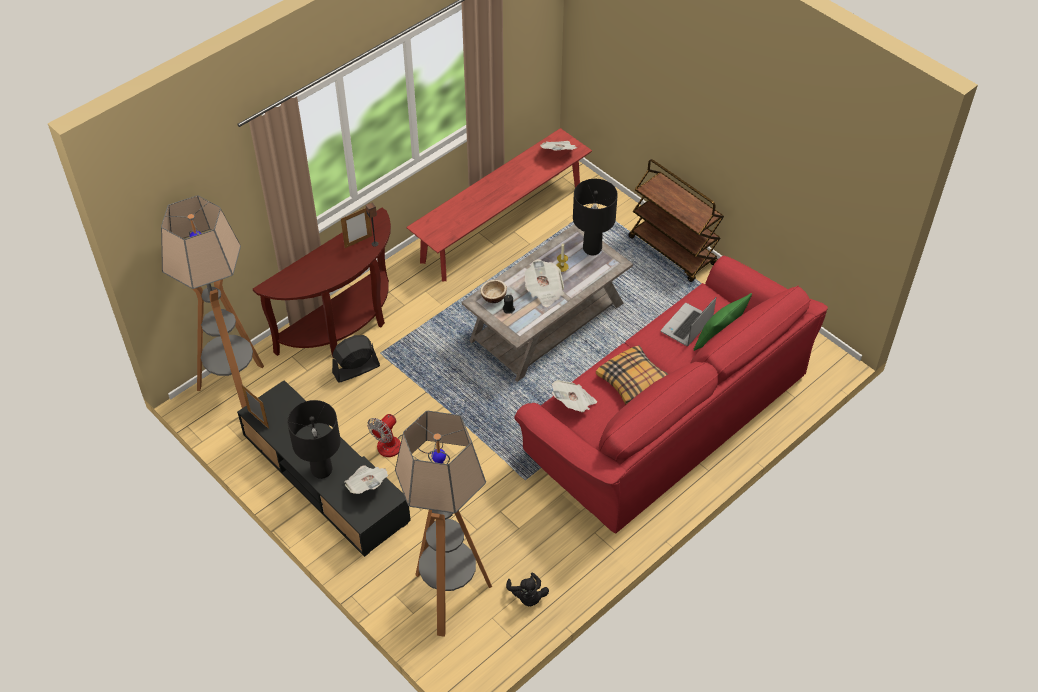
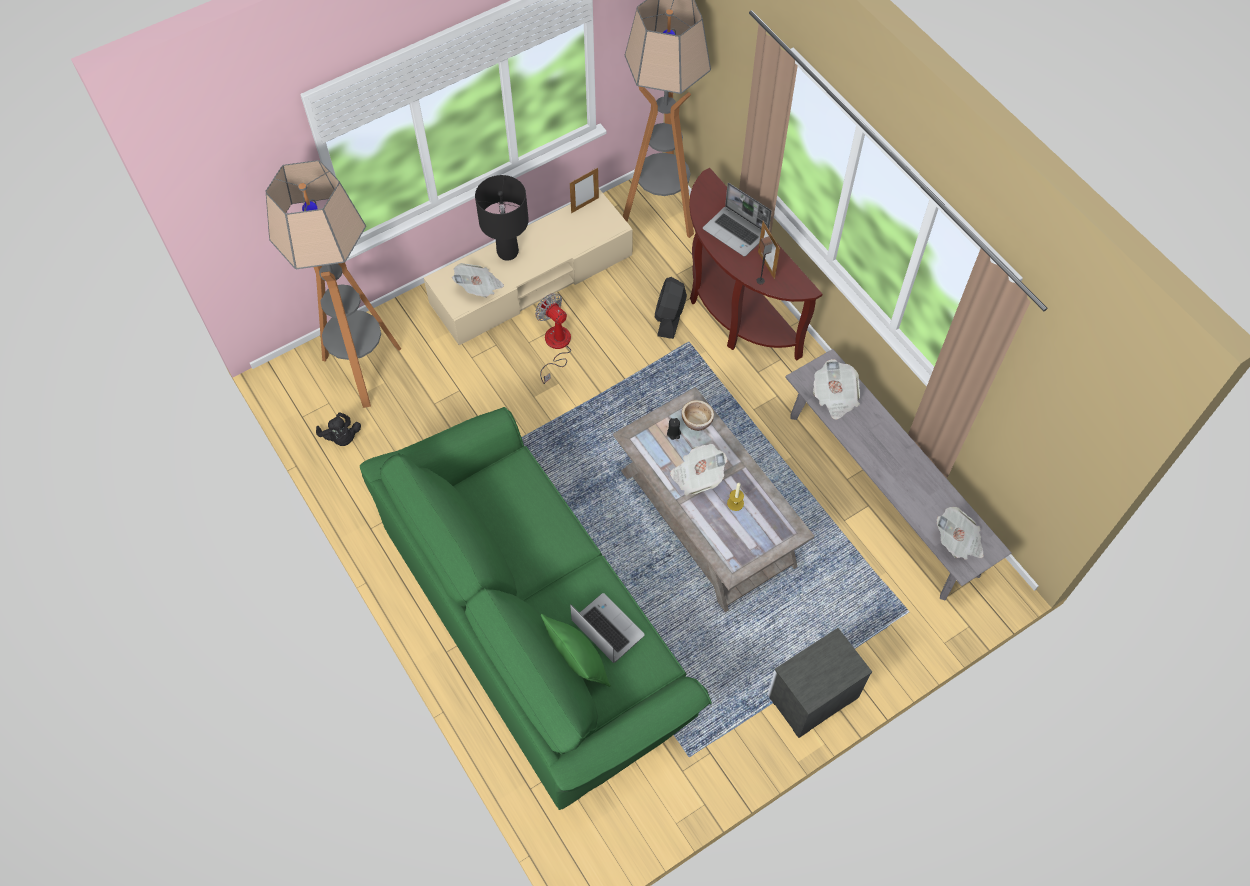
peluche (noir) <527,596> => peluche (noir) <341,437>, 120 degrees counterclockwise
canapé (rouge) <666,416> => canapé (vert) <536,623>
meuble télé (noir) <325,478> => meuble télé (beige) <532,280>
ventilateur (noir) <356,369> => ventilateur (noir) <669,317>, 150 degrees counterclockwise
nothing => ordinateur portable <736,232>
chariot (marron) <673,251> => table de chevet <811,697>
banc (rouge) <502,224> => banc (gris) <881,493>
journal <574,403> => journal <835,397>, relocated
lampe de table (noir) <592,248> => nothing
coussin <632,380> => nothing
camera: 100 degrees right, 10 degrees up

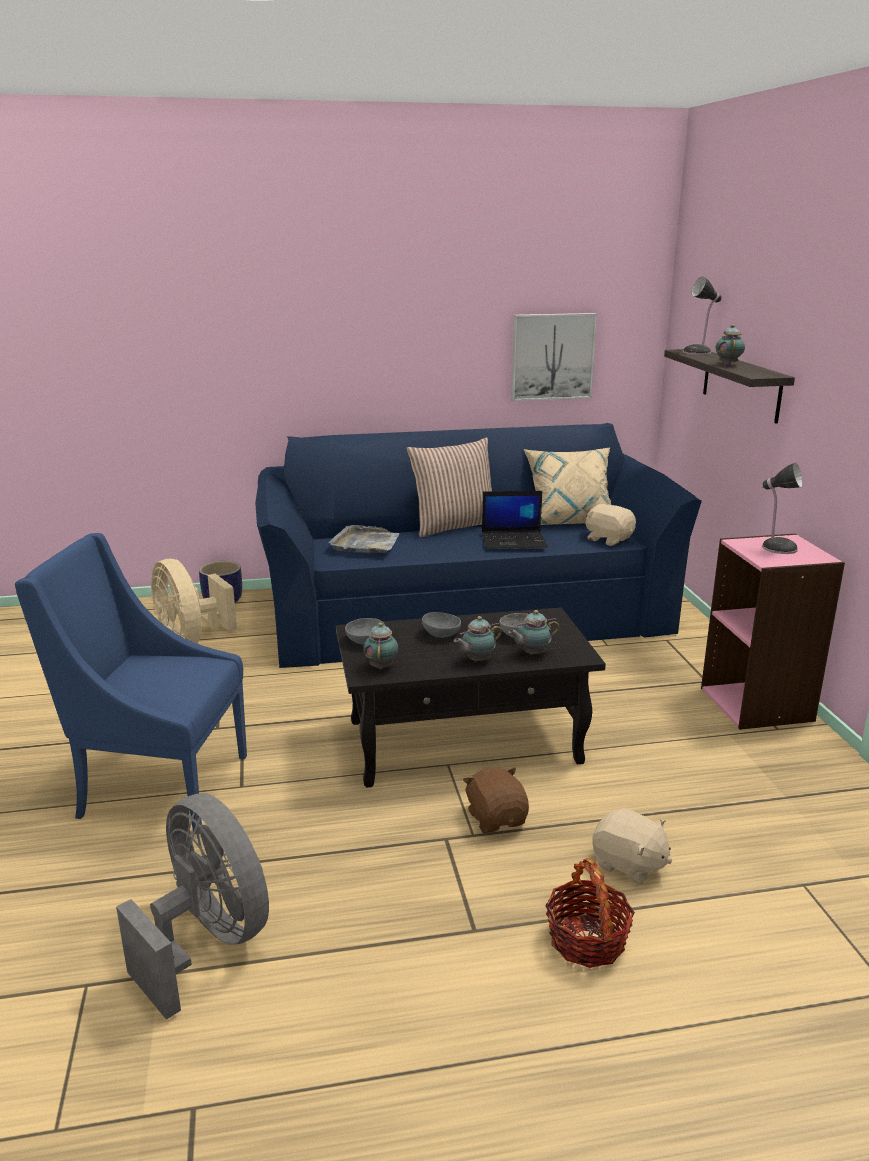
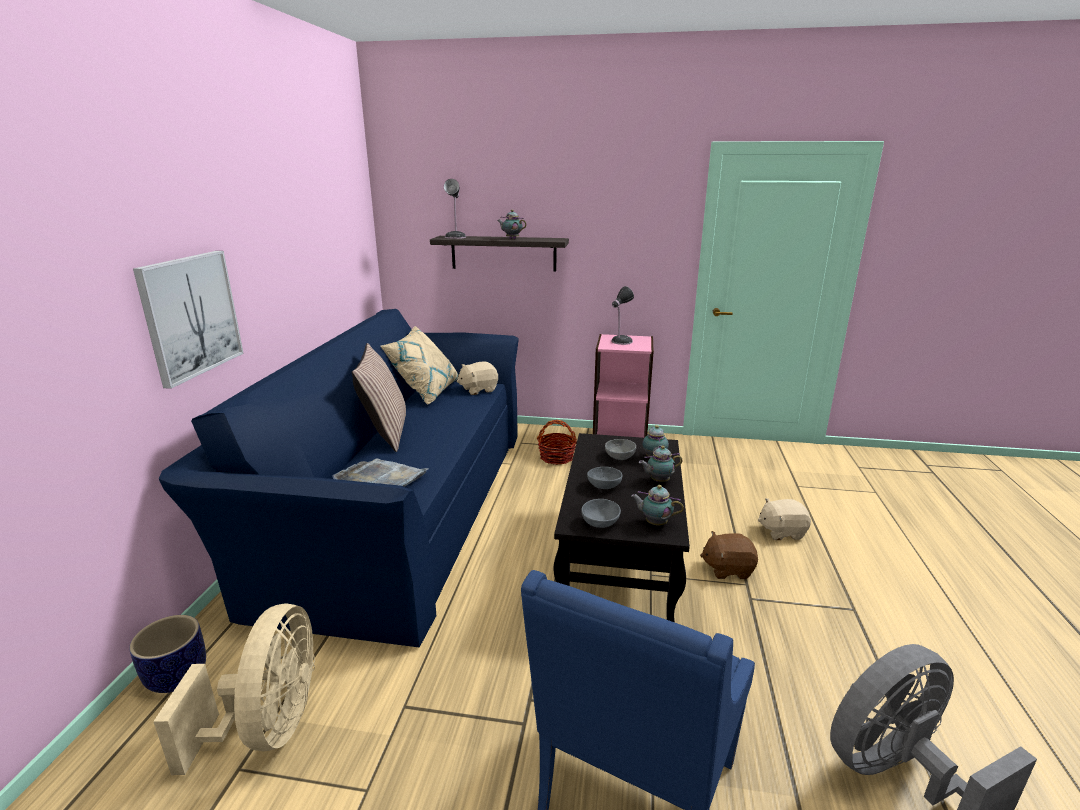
tableau <552,356> => tableau <191,316>, relocated
ventilateur (beige) <191,641> => ventilateur (beige) <269,727>, 75 degrees counterclockwise
panier <587,940> => panier <556,457>, relocated
théière <476,660> => théière <658,481>, 90 degrees clockwise
peluche (beige) <628,865> => peluche (beige) <781,531>, 150 degrees counterclockwise
ordinateur portable <514,540> => nothing
camera: 70 degrees left, 0 degrees up

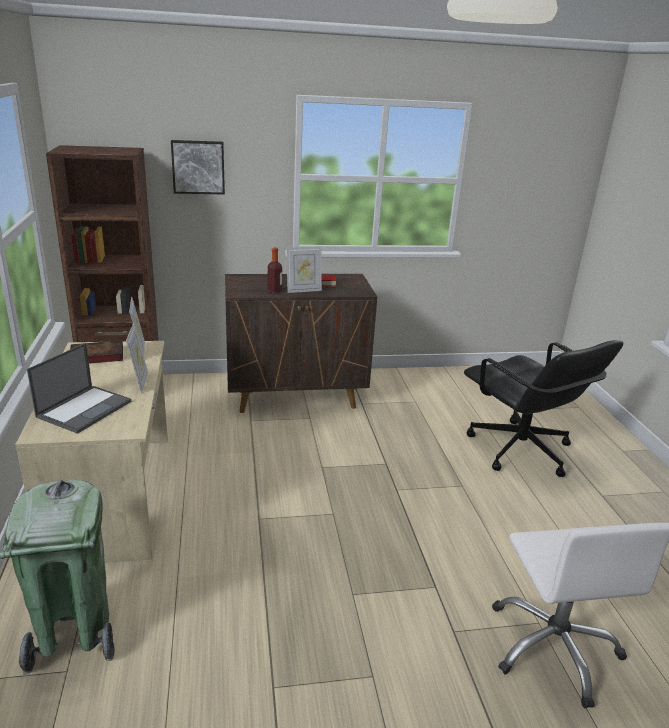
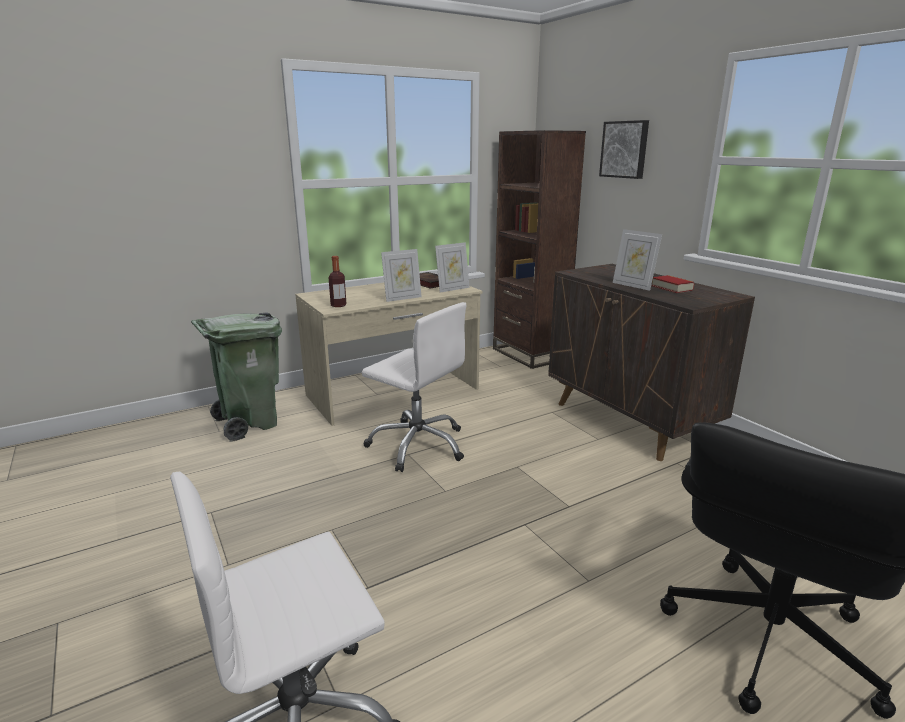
bouteille <274,291> => bouteille <338,305>, relocated
nothing => chaise de bureau (blanc) <418,445>
ordinateur portable <85,408> => nothing
camera: 70 degrees right, 5 degrees down

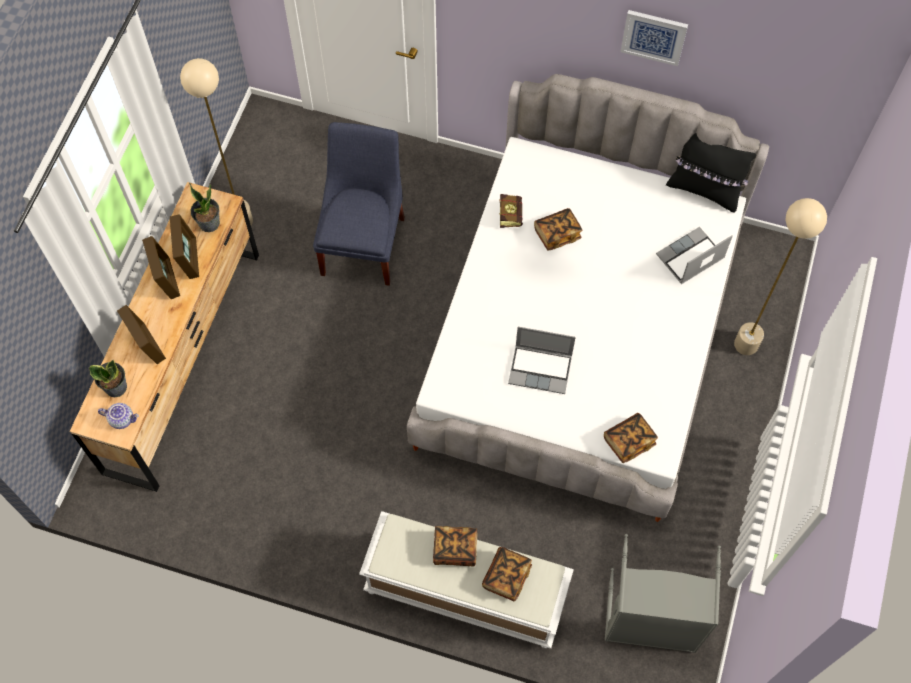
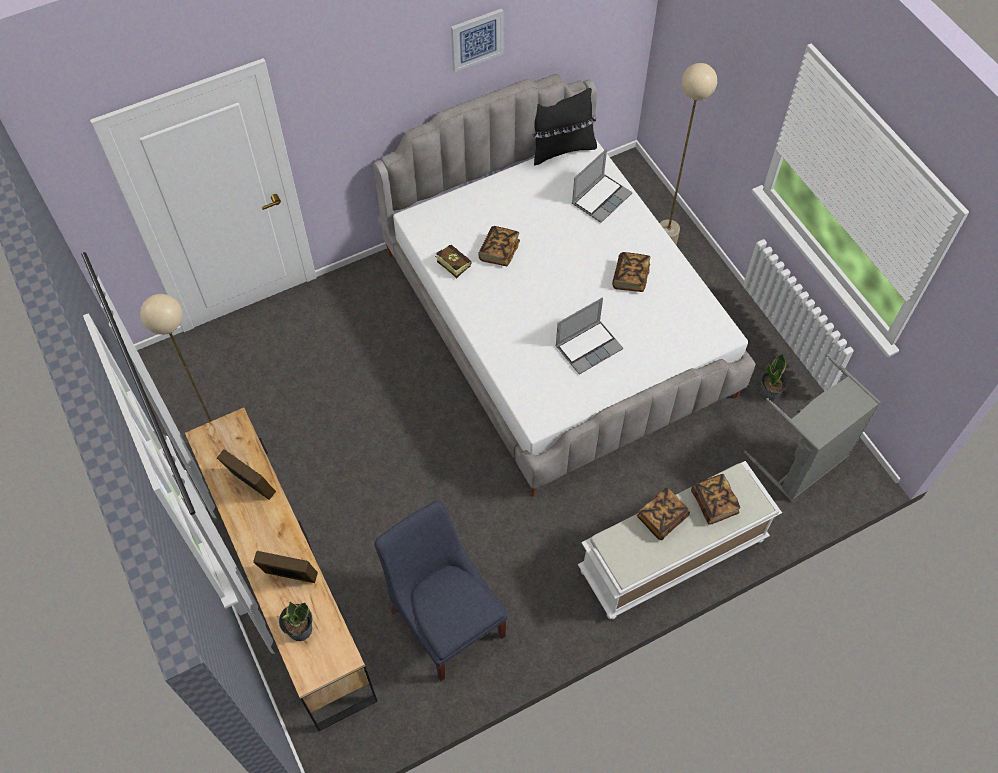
chaise (bleu) <364,241> => chaise (bleu) <445,618>, relocated
ordinateur portable <690,258> => ordinateur portable <601,198>, 150 degrees counterclockwise
livre <629,441> => livre <630,278>, relocated
plante en pot <209,223> => plante en pot <769,393>, relocated
théière <122,419> => nothing
cadre photo <166,279> => nothing
camera: 45 degrees left, 5 degrees down

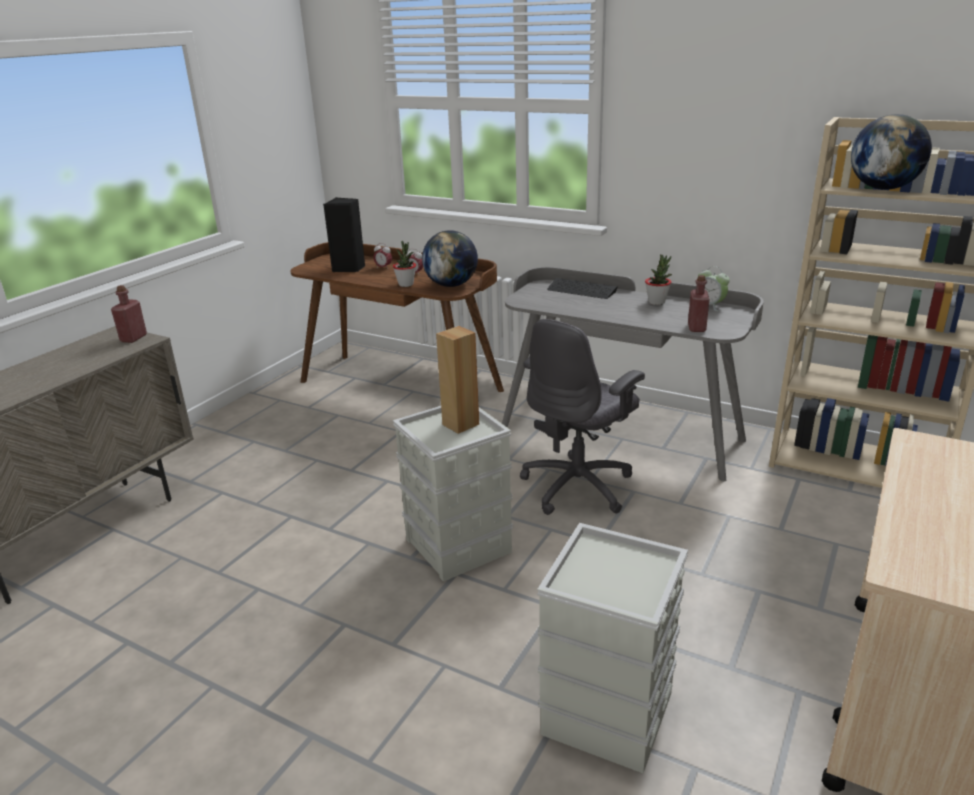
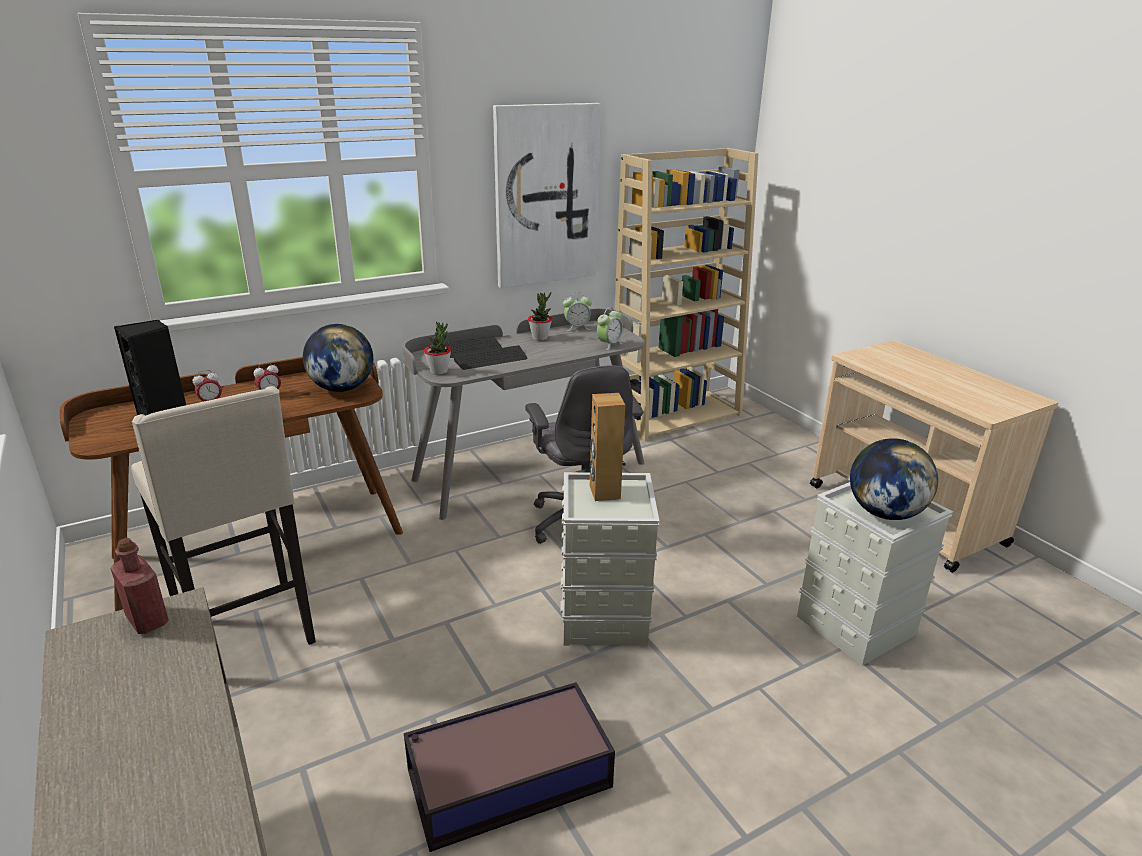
nothing => tabouret (beige) <249,632>
nothing => boîte de rangement <506,778>
plante en pot <406,284> => plante en pot <439,371>, relocated
nothing => clavier <490,359>
nothing => tableau <546,196>
bouteille (rouge) <696,328> => réveil <609,345>
globe <883,188> => globe <884,513>, relocated
camera: 60 degrees left, 0 degrees up

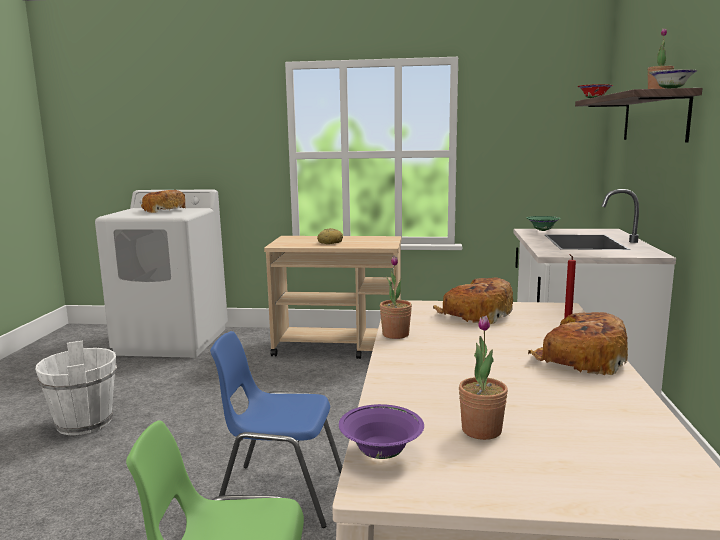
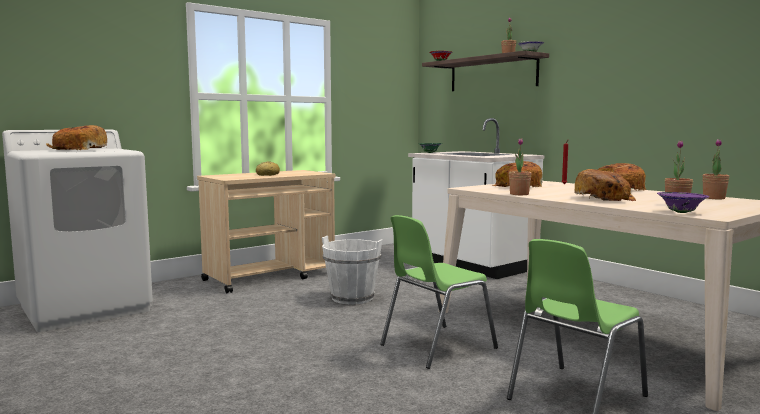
seau (blanc) <85,423> => seau (blanc) <352,298>, relocated
chaise (bleu) <280,493> => chaise (vert) <435,346>
nothing => pain <605,198>
nothing => plante en pot <714,198>
camera: 45 degrees left, 5 degrees down

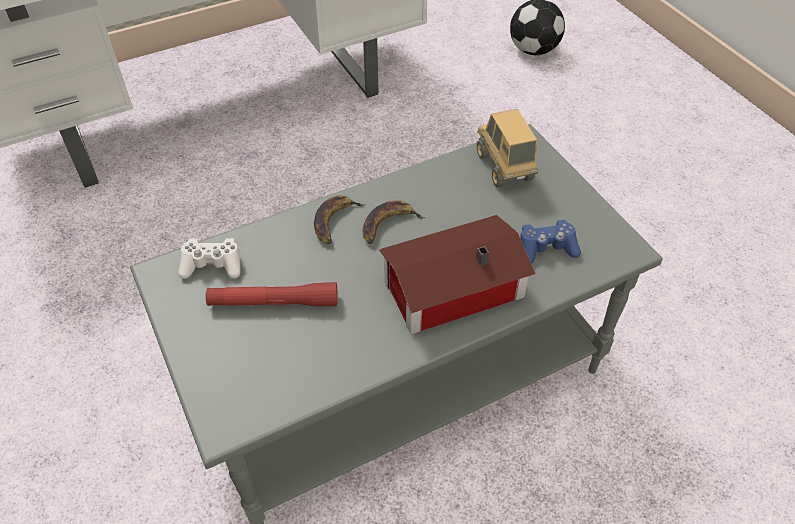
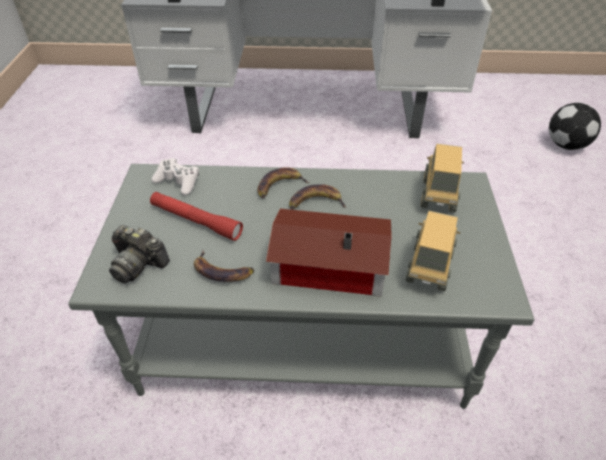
nothing => appareil photo <138,263>
nothing => banane <222,271>
manette (bleu) <546,248> => camion jouet <429,268>
camera: 30 degrees right, 5 degrees down

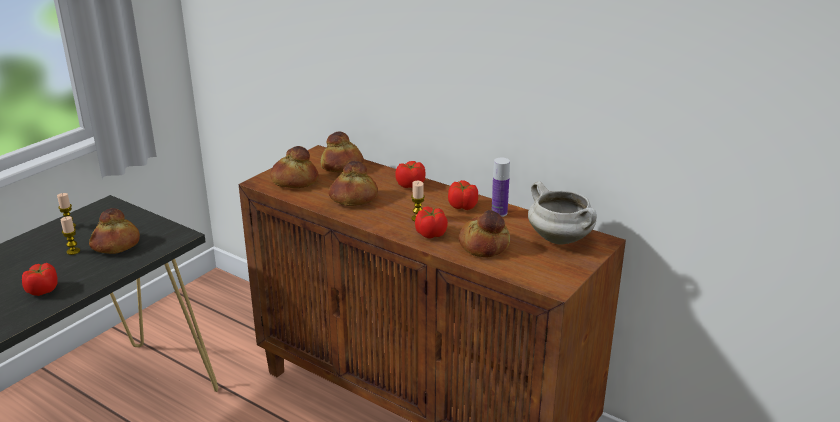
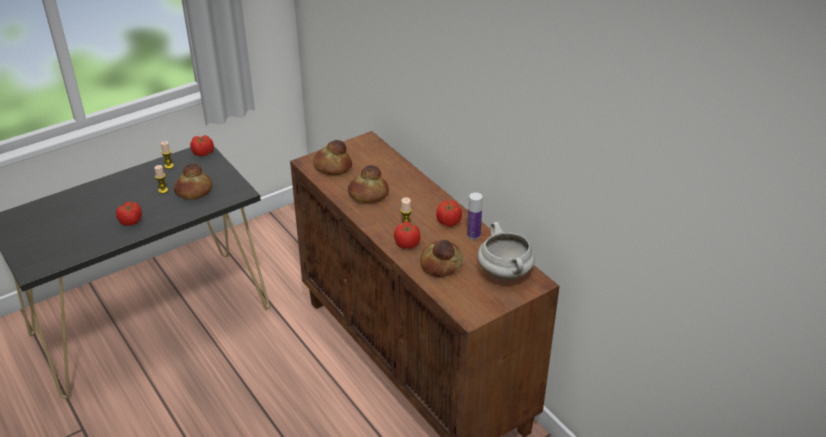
tomate <410,185> => tomate <203,153>, relocated
pain <341,166> => nothing
camera: 20 degrees right, 10 degrees up

